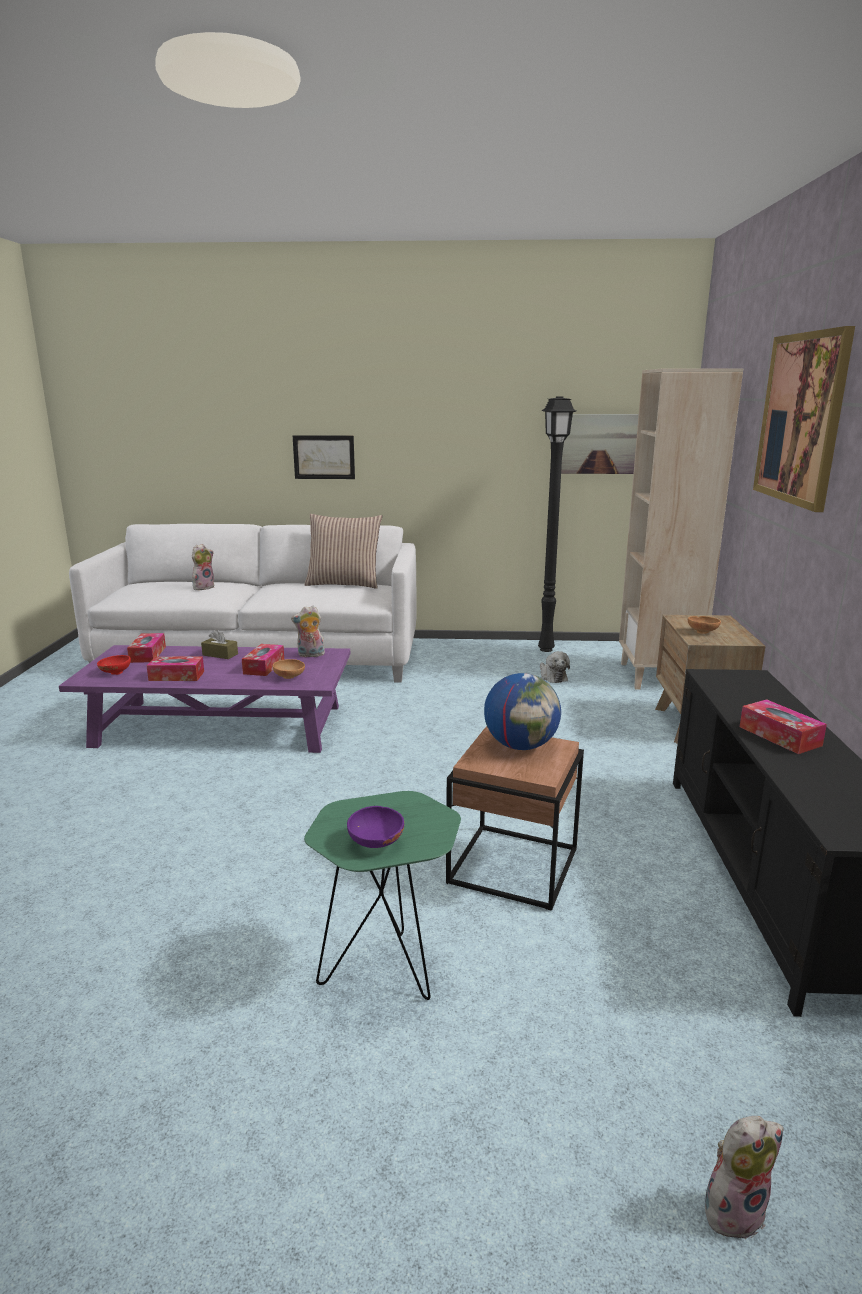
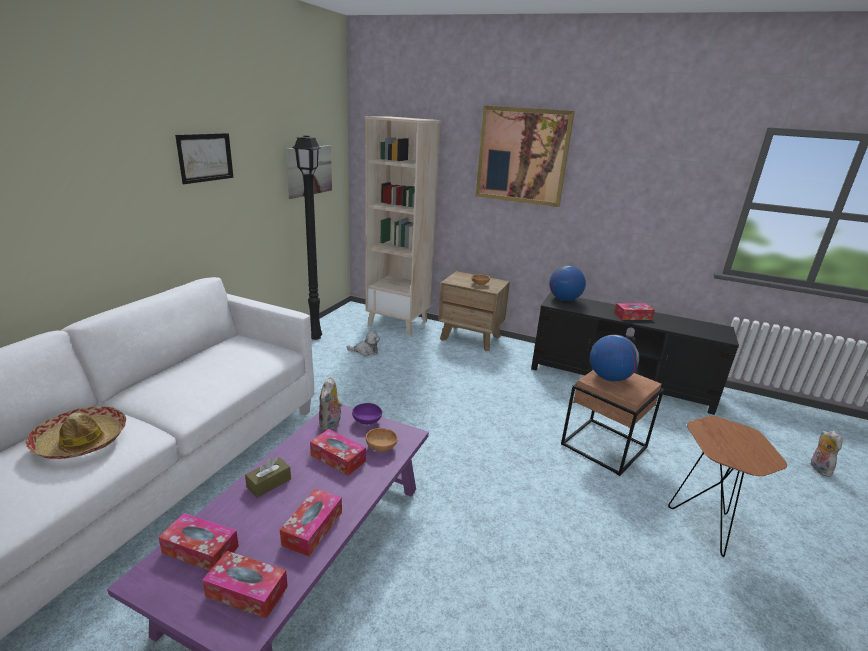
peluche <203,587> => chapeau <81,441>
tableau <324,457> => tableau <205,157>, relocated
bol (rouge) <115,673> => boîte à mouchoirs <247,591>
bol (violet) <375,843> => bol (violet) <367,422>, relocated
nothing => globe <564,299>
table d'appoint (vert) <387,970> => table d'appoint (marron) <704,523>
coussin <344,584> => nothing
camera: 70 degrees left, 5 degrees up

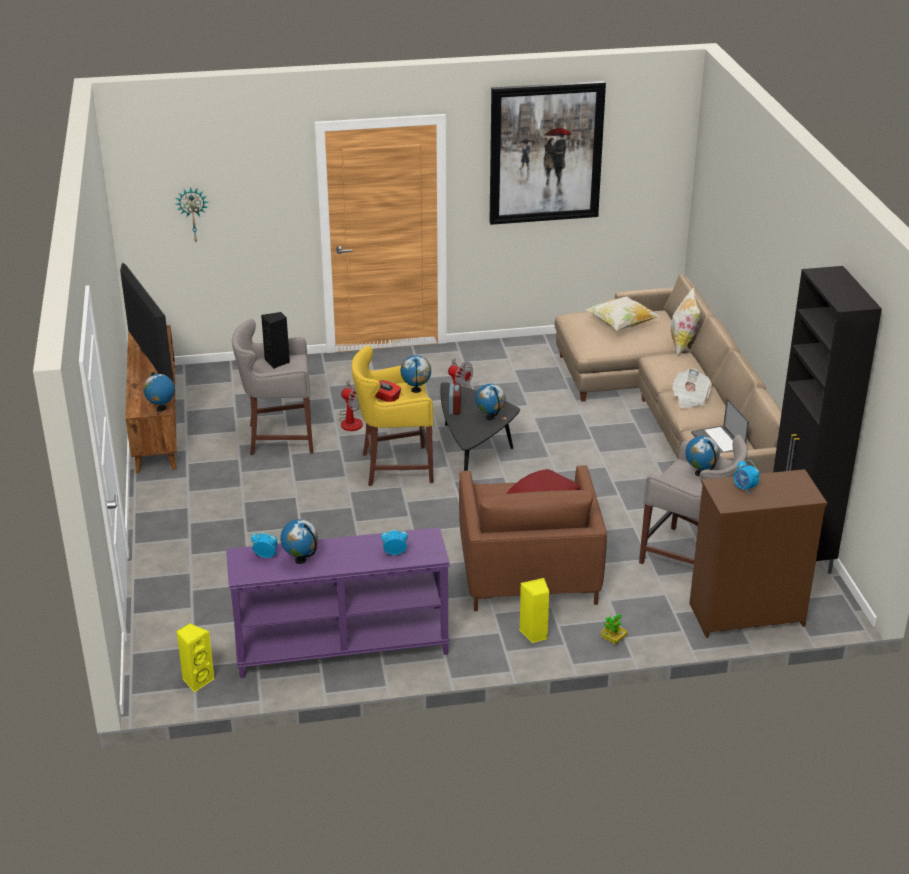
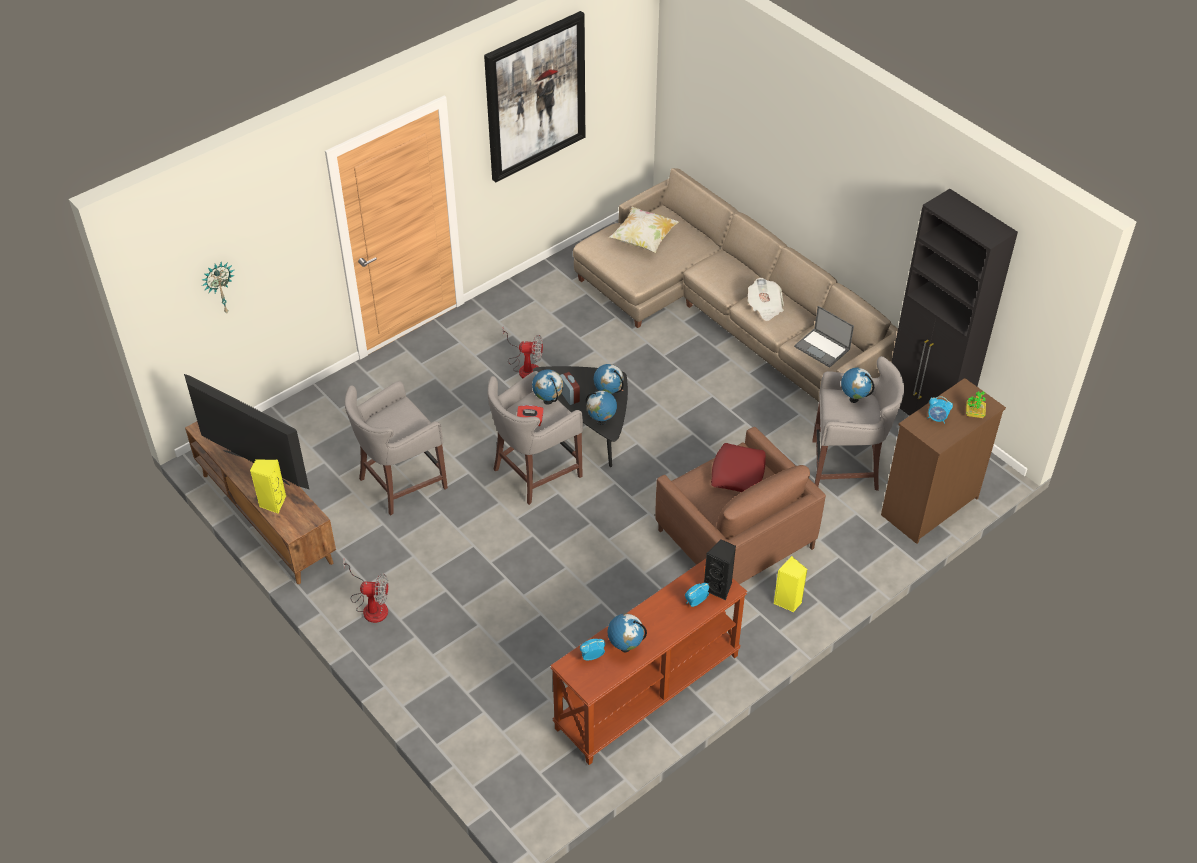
enceinte (jaune) <197,680> => enceinte (jaune) <272,503>, relocated
ventilateur <351,420> => ventilateur <371,606>, relocated
tabouret (jaune) <394,467> => tabouret (gris) <534,473>
table console (violet) <341,649> => table console (marron) <648,693>
globe <161,409> => globe <601,421>, relocated
enceinte (noir) <277,362> => enceinte (noir) <719,587>, relocated
plante en pot <613,639> => plante en pot <974,414>, relocated
coussin <683,344> => nothing
camera: 30 degrees left, 15 degrees up

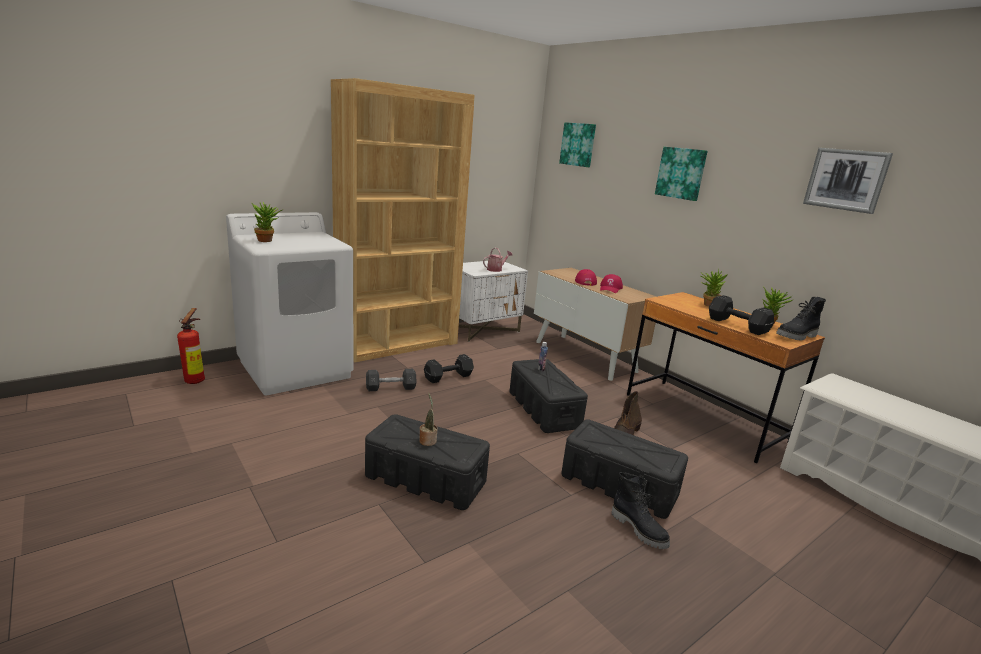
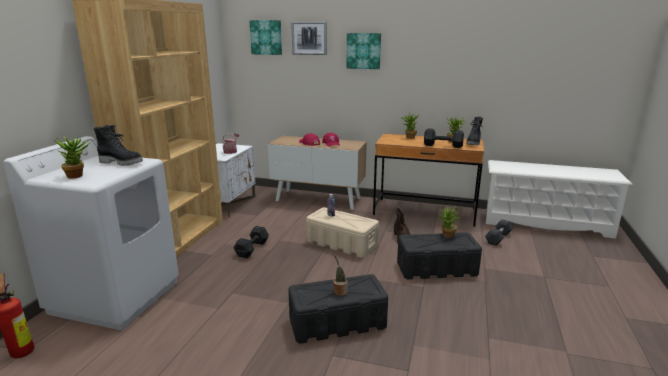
botte (noir) <639,529> => botte (noir) <122,162>, relocated
tableau <846,180> => tableau <309,38>, relocated
boîte de rangement (noir) <543,409> => boîte de rangement (beige) <341,244>
nothing => plante en pot <447,236>
haltère (gris) <391,388> => haltère (gris) <498,238>, relocated
camera: 35 degrees left, 0 degrees up

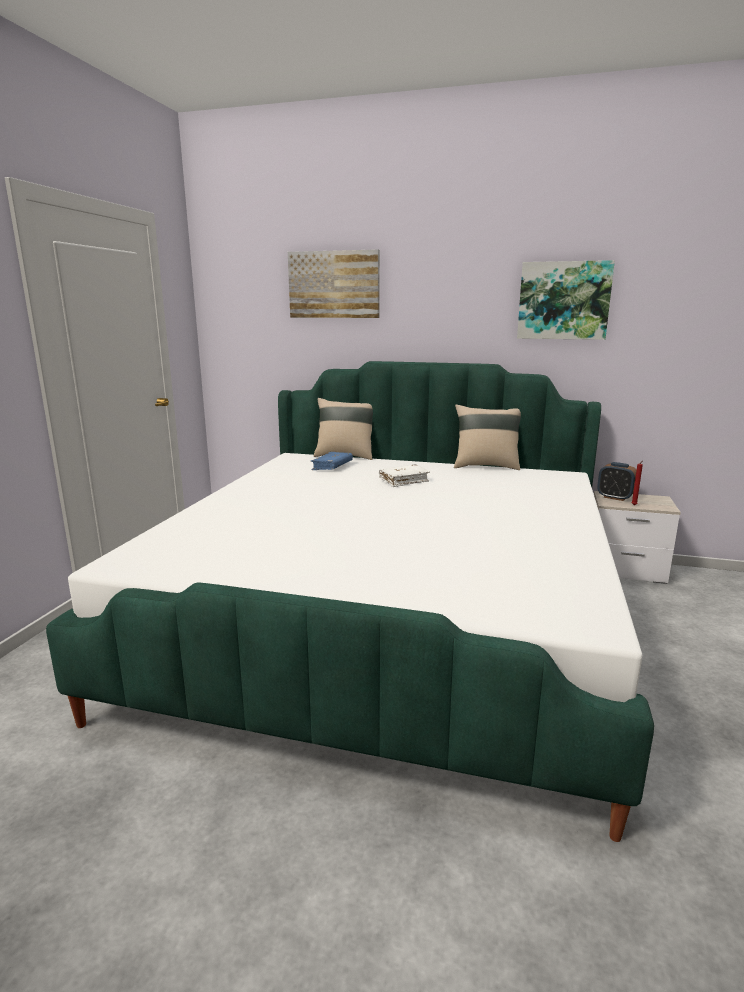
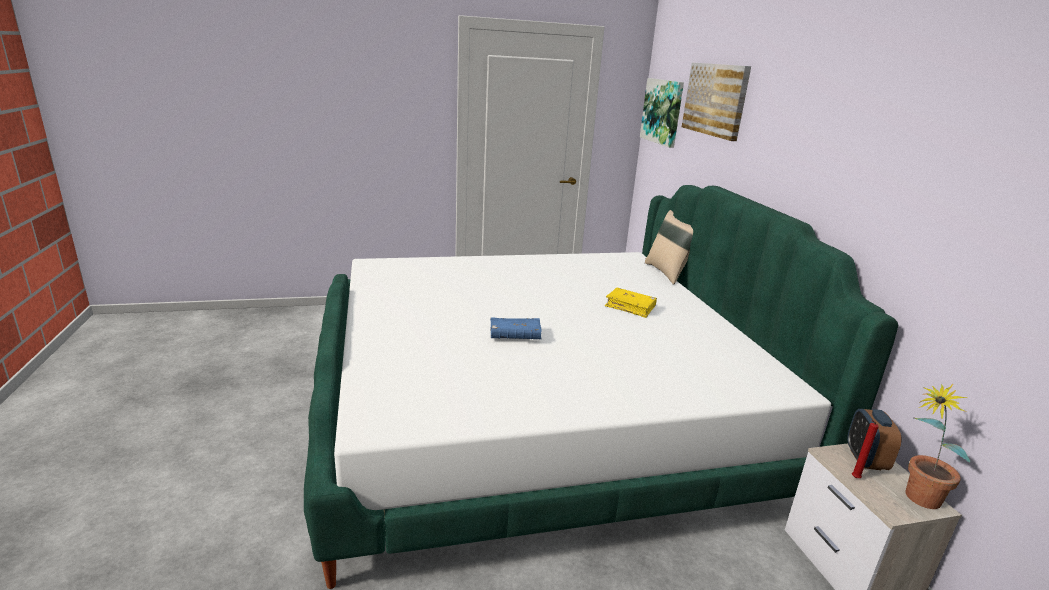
livre (bleu) <332,467> => livre (bleu) <515,336>, relocated
livre (blanc) <403,481> => livre (jaune) <630,307>
tableau <563,300> => tableau <663,111>, relocated
nothing => plante en pot <915,499>
coussin (beige) <486,466> => nothing
camera: 60 degrees right, 5 degrees up

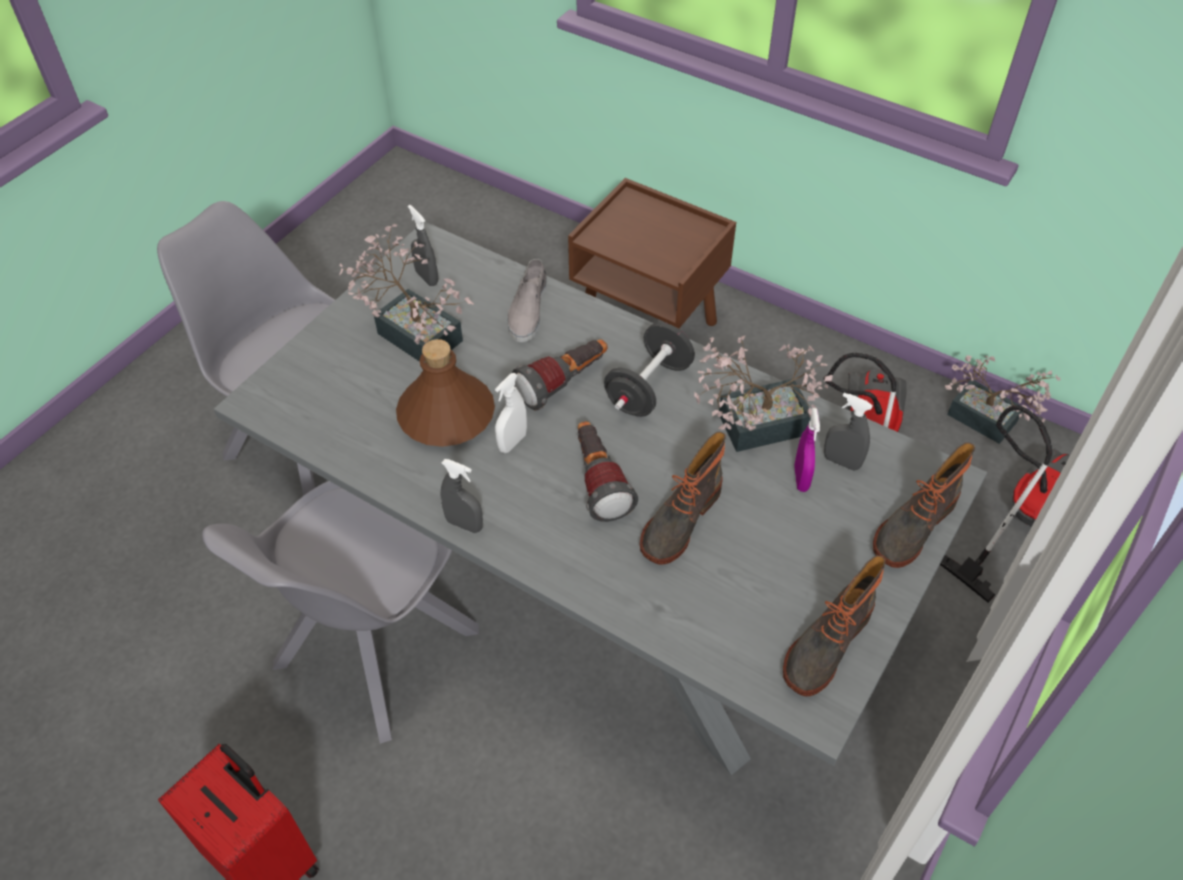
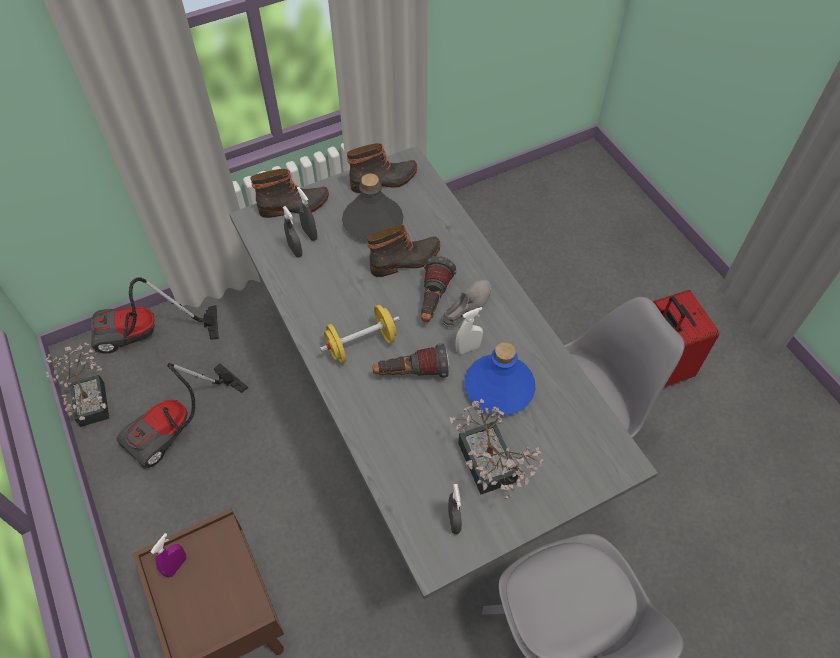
vaporisateur (violet) <801,478> => vaporisateur (violet) <176,566>, relocated
vaporisateur (gris) <464,524> => vaporisateur (gris) <309,234>, relocated
haltère (noir) <648,388> => haltère (jaune) <361,344>
nothing => bouteille (gris) <373,222>
chaussure (gris) <527,310> => chaussure (gris) <467,307>, relocated
bouteille (marron) <447,414> => bouteille (bleu) <498,387>
plante en pot <752,425> => nothing
camera: 150 degrees left, 5 degrees up

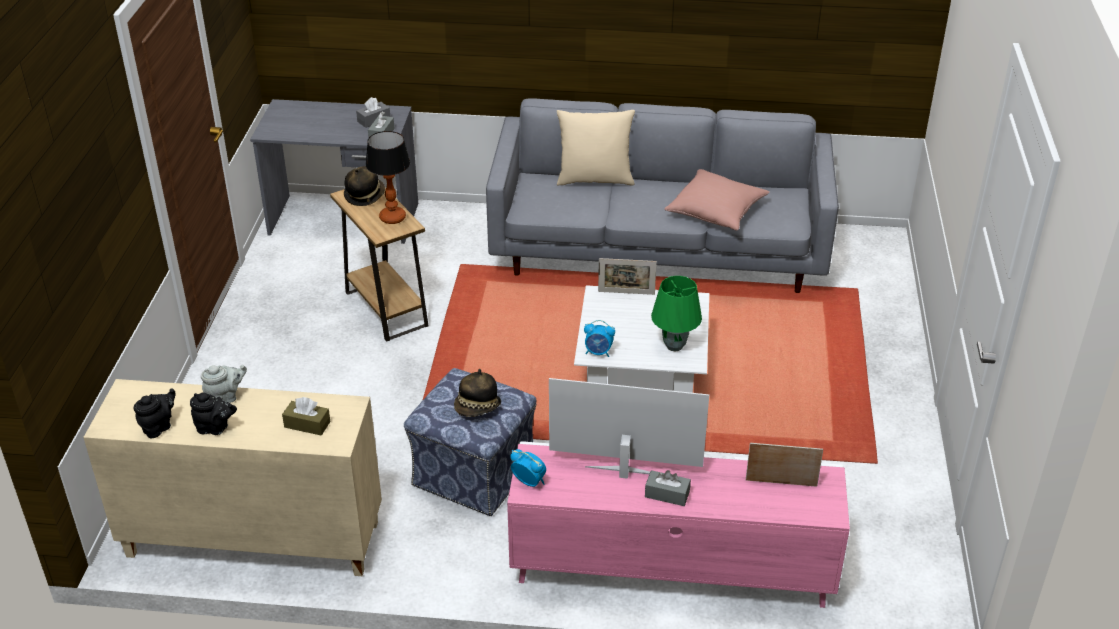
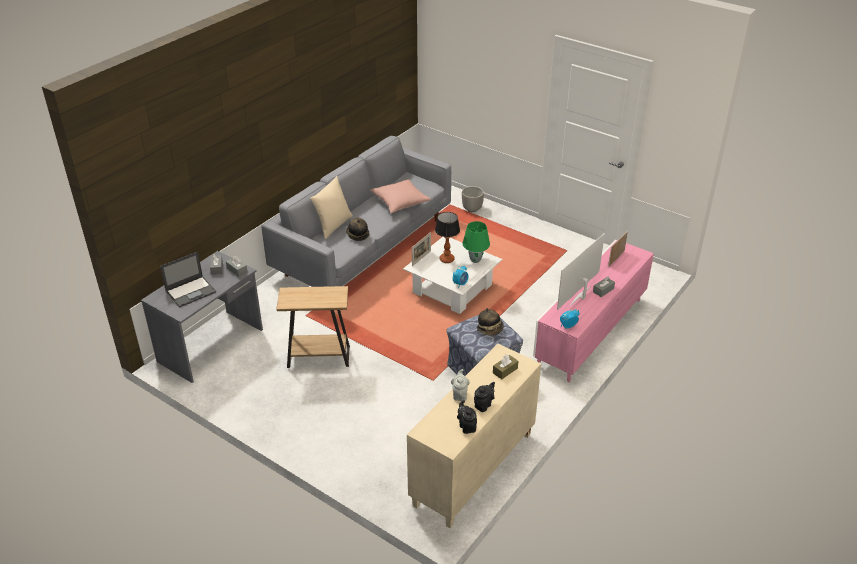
nothing => ordinateur portable <191,291>
chapeau <364,195> => chapeau <357,235>, relocated
lampe de table <392,217> => lampe de table <446,259>, relocated
nothing => cache-pot <472,209>
camera: 60 degrees left, 0 degrees up

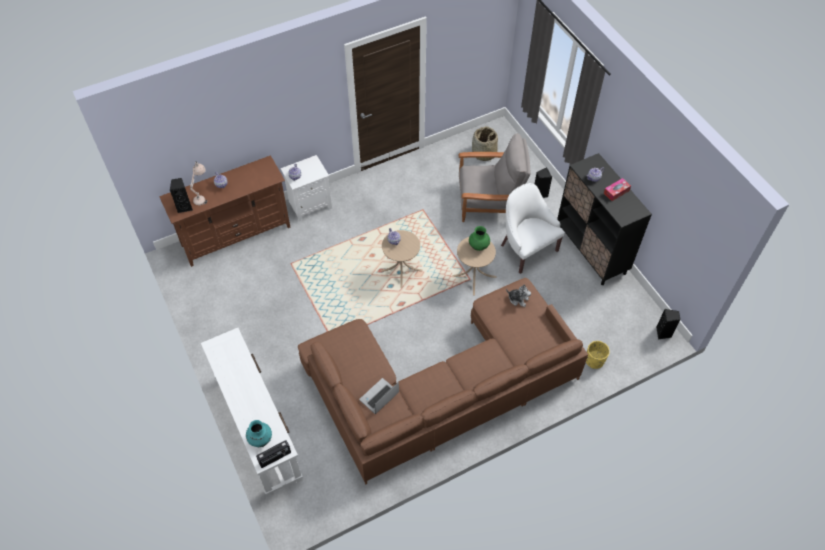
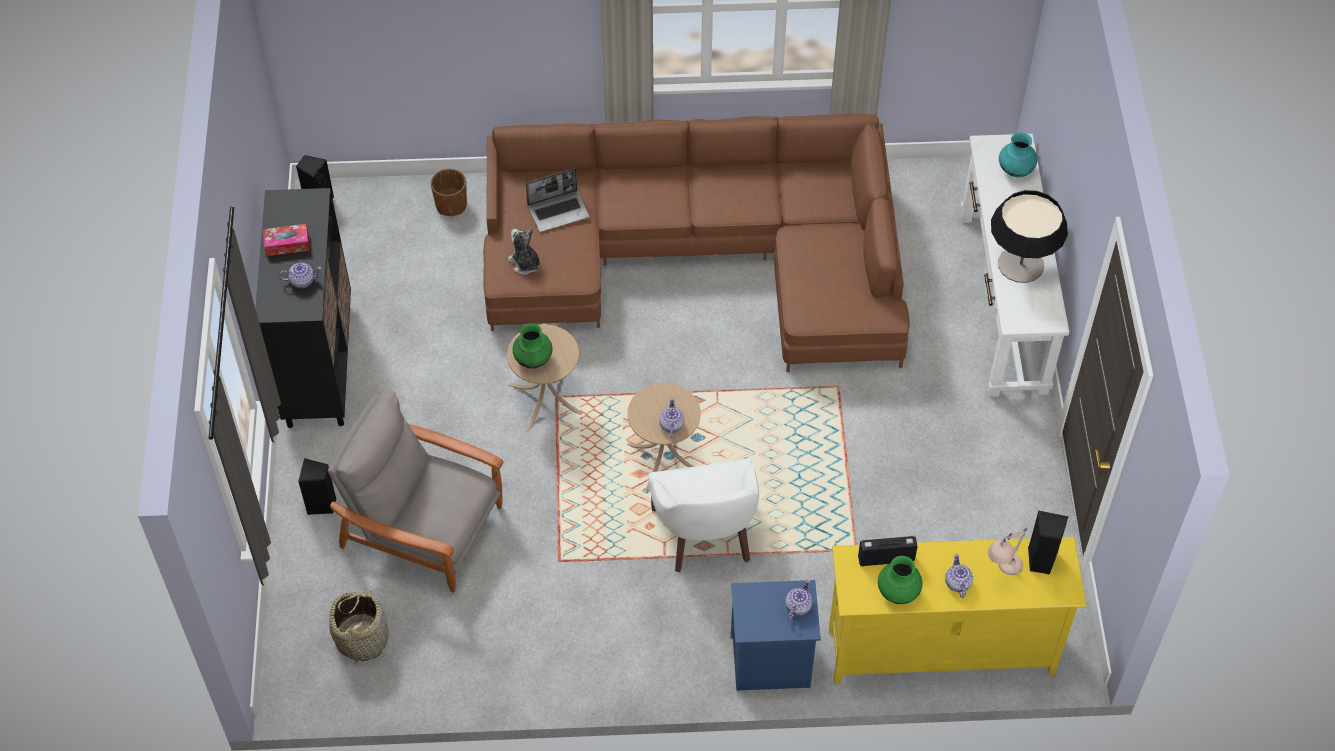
cache-pot (jaune) <594,361> => cache-pot (marron) <451,205>
ordinateur portable <379,397> => ordinateur portable <559,211>, relocated
fauteuil (blanc) <526,248> => fauteuil (blanc) <706,535>, relocated
table de chevet (blanc) <310,204> => table de chevet (bleu) <769,663>
meuble télé (marron) <236,235> => meuble télé (jaune) <940,651>
radio <275,458> => radio <886,558>, relocated
nothing => vase (vert) <898,592>
nothing => lampe de table <1020,264>
camera: 155 degrees left, 0 degrees up

